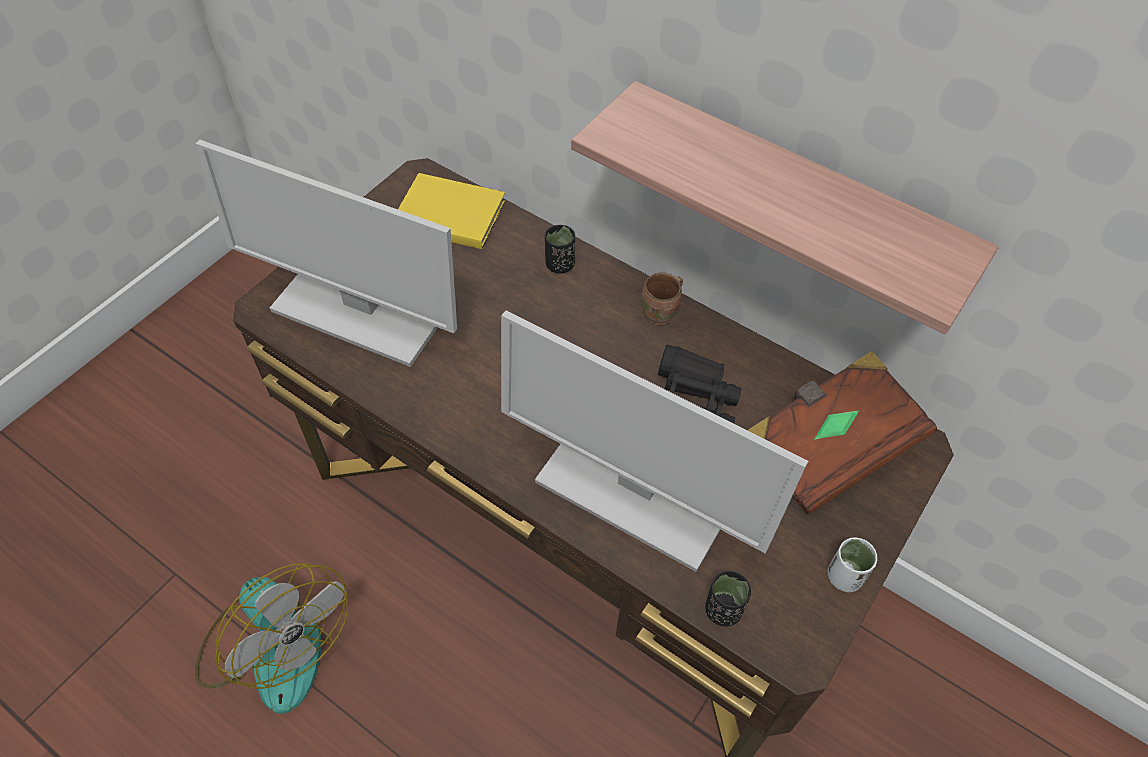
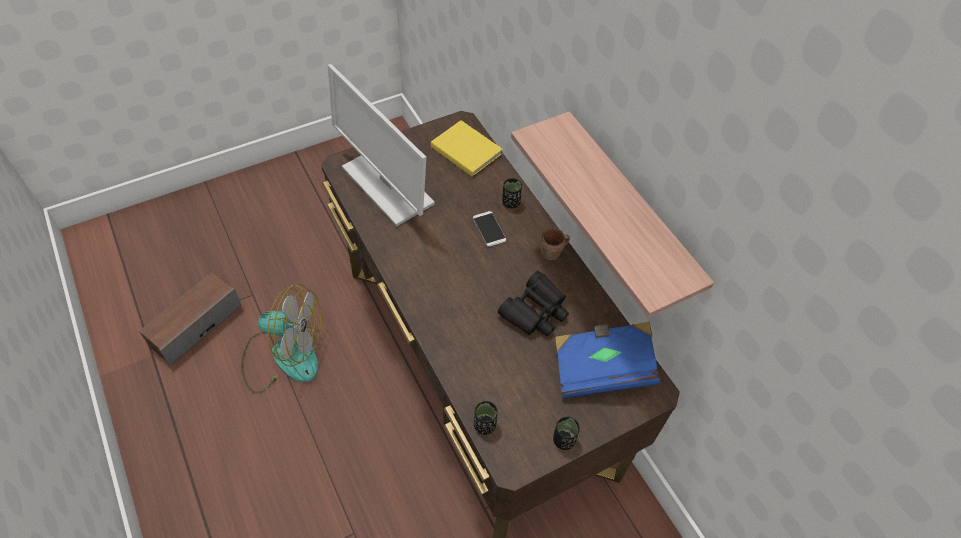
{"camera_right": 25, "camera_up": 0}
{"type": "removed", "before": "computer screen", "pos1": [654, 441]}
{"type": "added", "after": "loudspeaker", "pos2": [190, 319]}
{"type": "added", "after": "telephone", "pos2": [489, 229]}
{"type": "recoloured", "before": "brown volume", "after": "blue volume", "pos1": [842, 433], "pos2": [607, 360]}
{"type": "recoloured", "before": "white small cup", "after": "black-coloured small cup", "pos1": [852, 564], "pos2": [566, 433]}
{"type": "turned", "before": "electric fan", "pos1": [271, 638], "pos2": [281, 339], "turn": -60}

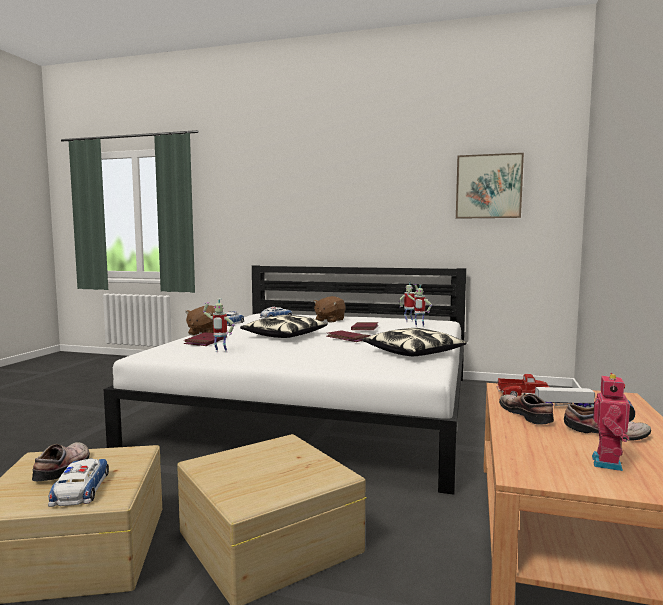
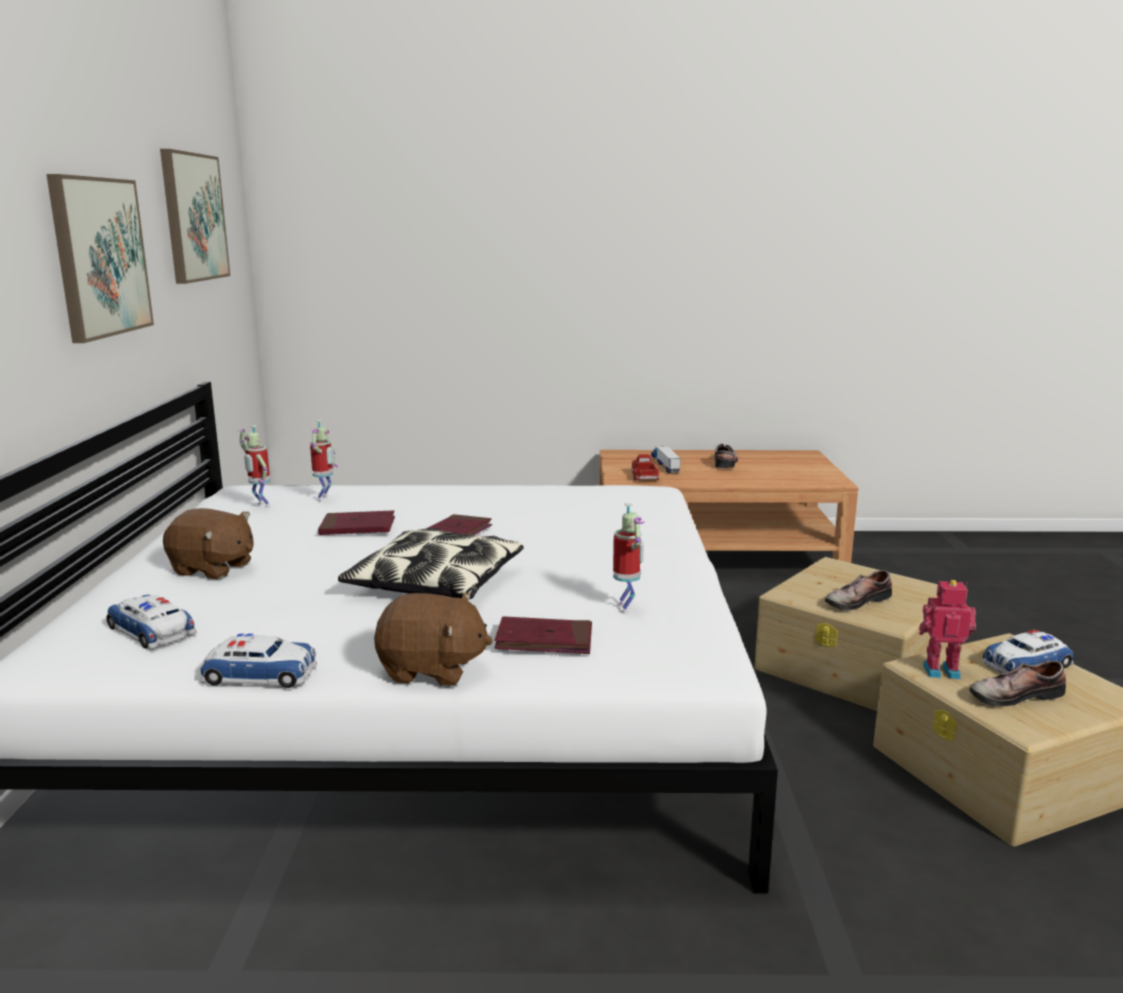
{"camera_right": -105, "camera_up": 10}
{"type": "removed", "before": "pillow", "pos1": [414, 342]}
{"type": "added", "after": "picture", "pos2": [100, 258]}
{"type": "moved", "before": "low shoe", "pos1": [526, 409], "pos2": [858, 590]}
{"type": "moved", "before": "toy robot", "pos1": [613, 422], "pos2": [947, 629]}

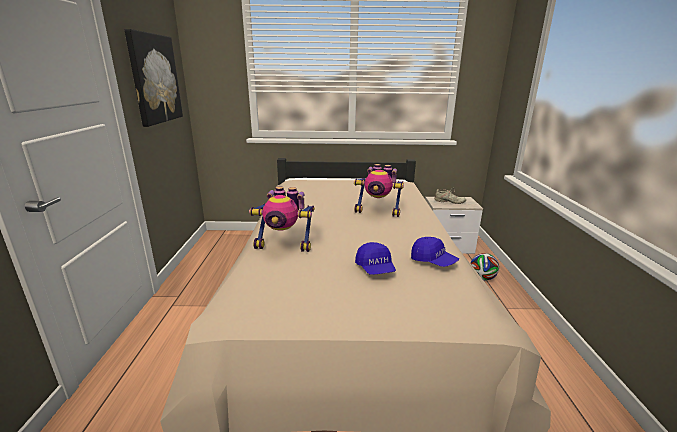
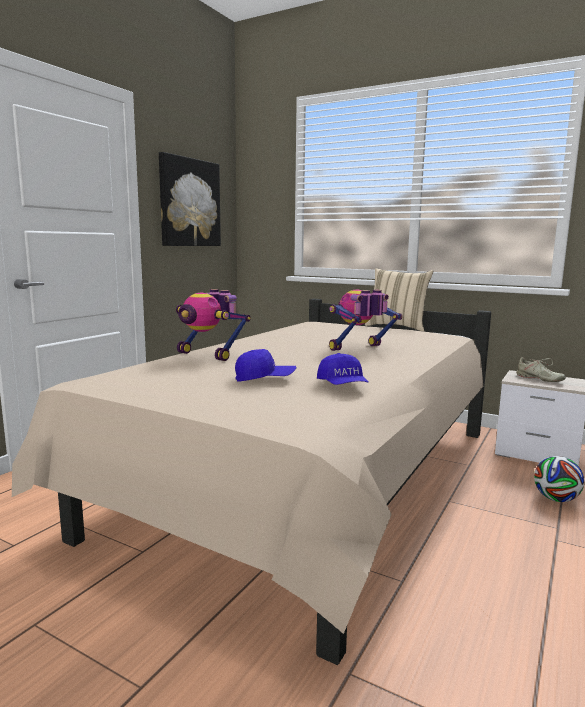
{"camera_right": 30, "camera_up": -10}
{"type": "added", "after": "beige pillow", "pos2": [399, 299]}
{"type": "turned", "before": "toy robot", "pos1": [379, 190], "pos2": [365, 320], "turn": 105}
{"type": "turned", "before": "blue baseball cap", "pos1": [375, 258], "pos2": [265, 365], "turn": -105}

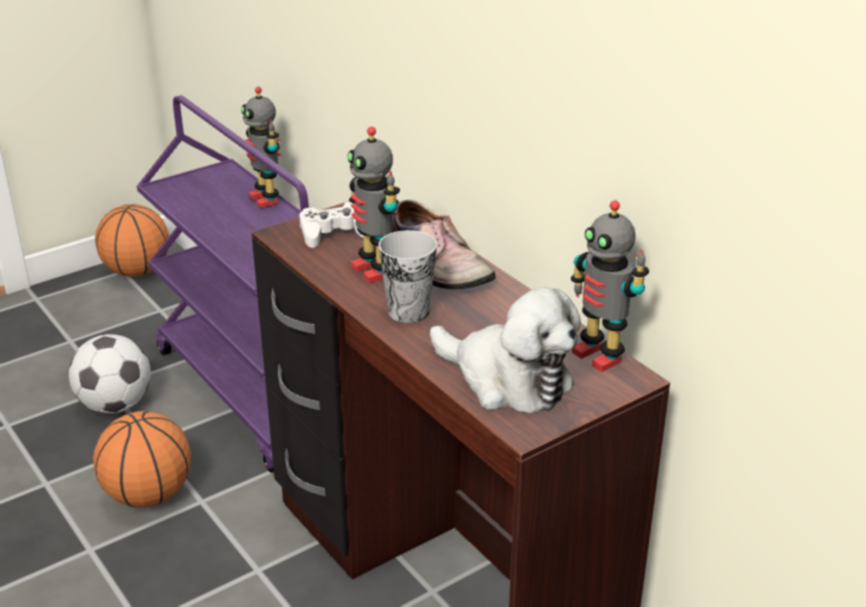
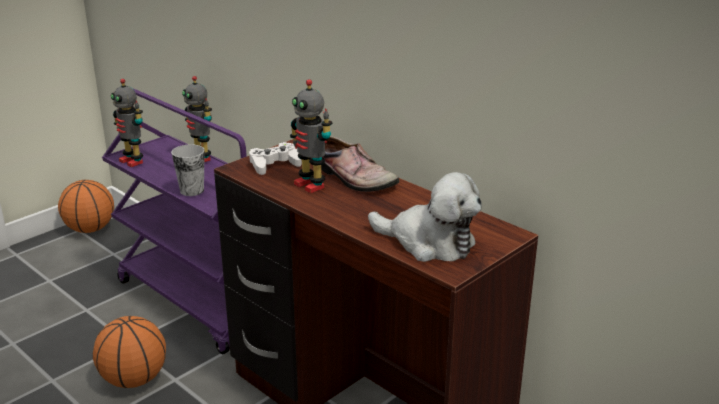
{"camera_right": -10, "camera_up": -5}
{"type": "removed", "before": "football", "pos1": [110, 373]}
{"type": "moved", "before": "small cup", "pos1": [408, 276], "pos2": [188, 170]}
{"type": "moved", "before": "toy robot", "pos1": [610, 286], "pos2": [127, 123]}

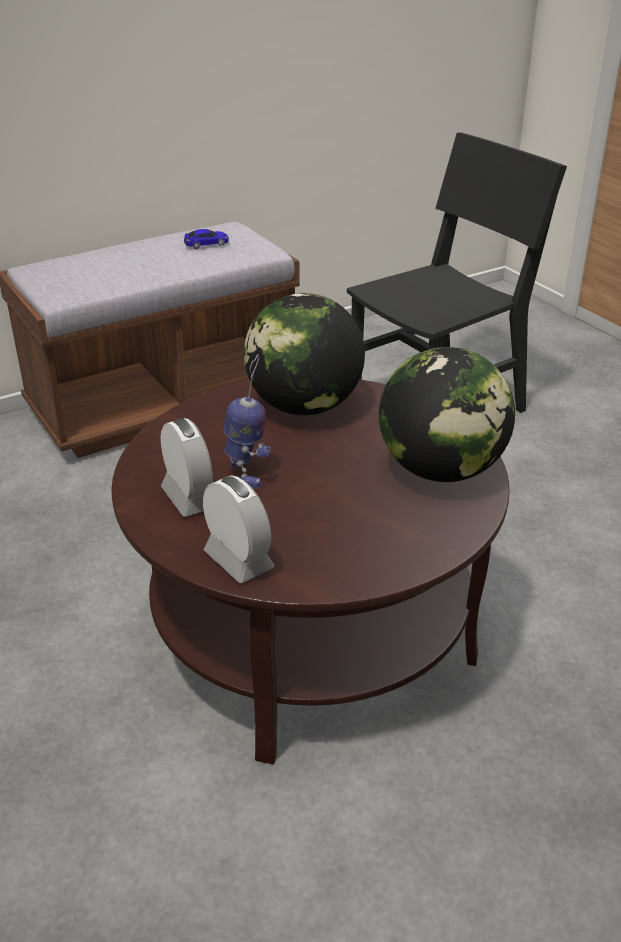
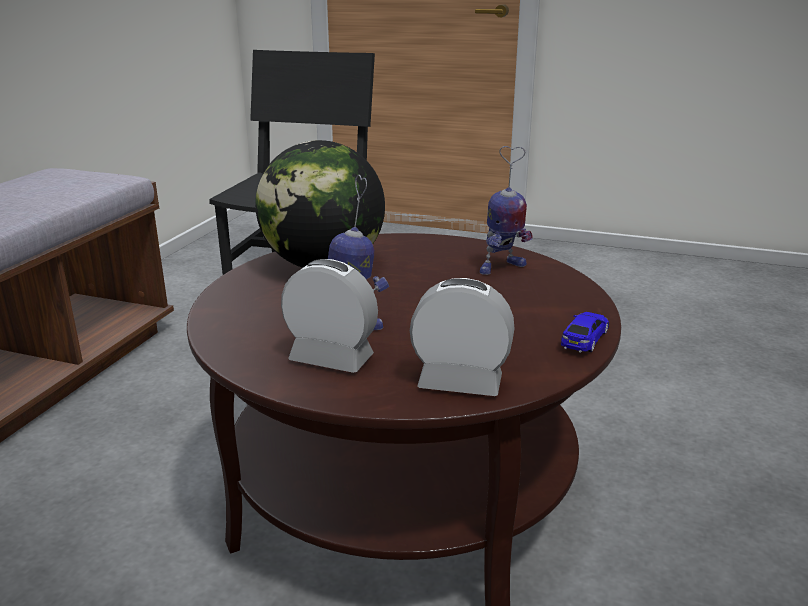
{"camera_right": -40, "camera_up": -10}
{"type": "moved", "before": "miniature car", "pos1": [206, 239], "pos2": [585, 332]}
{"type": "replaced", "before": "world globe", "after": "toy robot", "pos1": [447, 414], "pos2": [506, 210]}

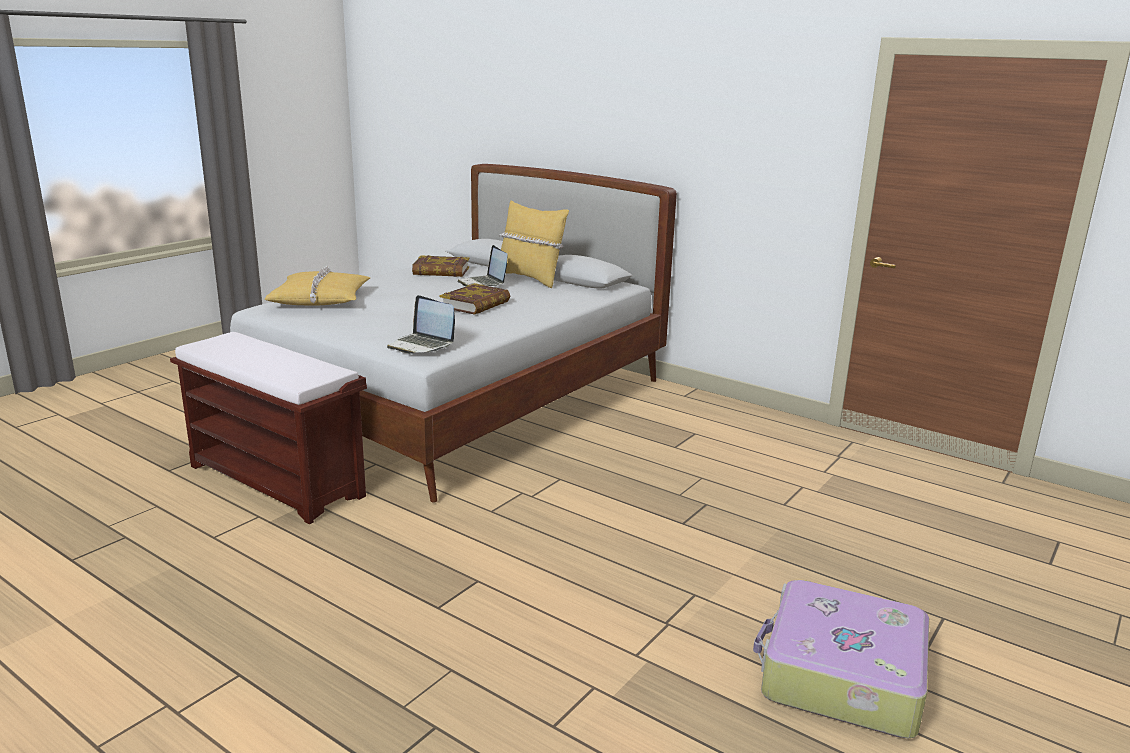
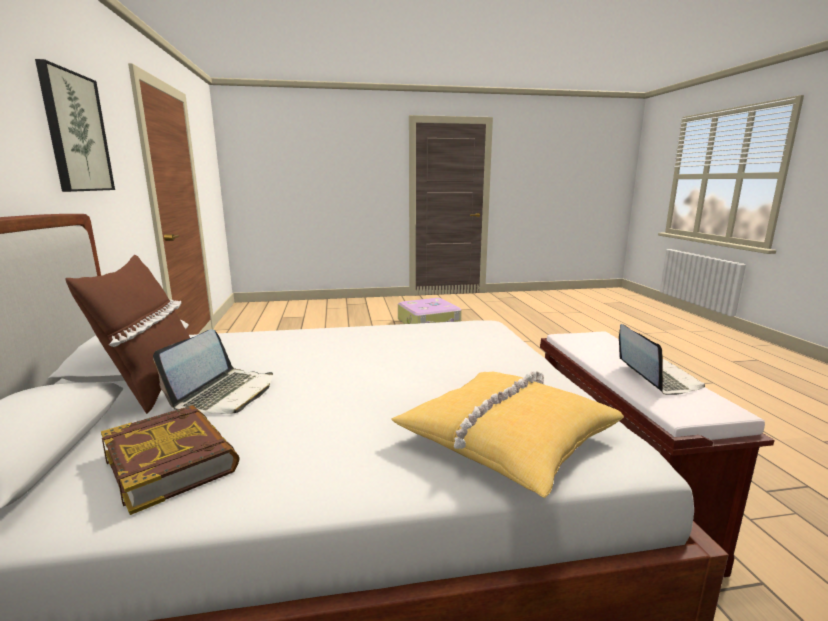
{"camera_right": -135, "camera_up": -5}
{"type": "removed", "before": "volume", "pos1": [475, 299]}
{"type": "added", "after": "picture", "pos2": [75, 125]}
{"type": "moved", "before": "laptop", "pos1": [421, 324], "pos2": [662, 359]}
{"type": "recoloured", "before": "yellowish pillow", "after": "brown pillow", "pos1": [534, 244], "pos2": [128, 334]}

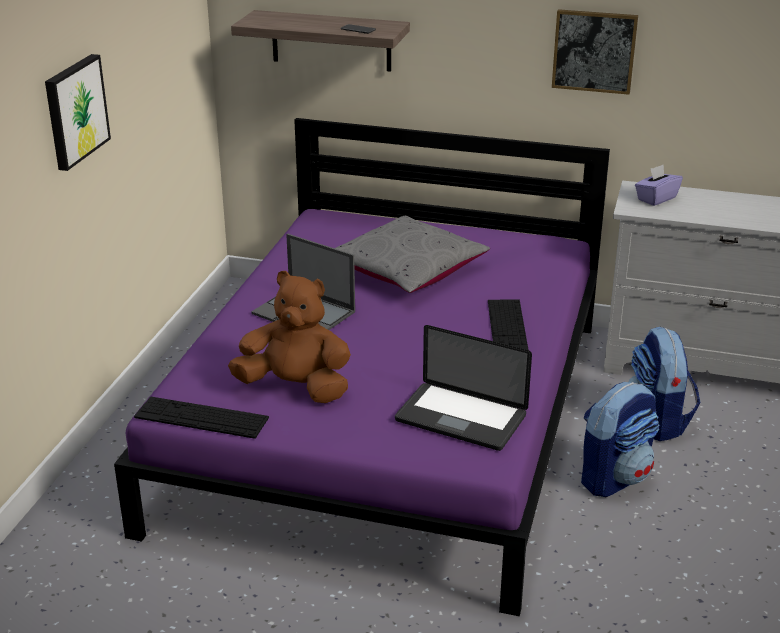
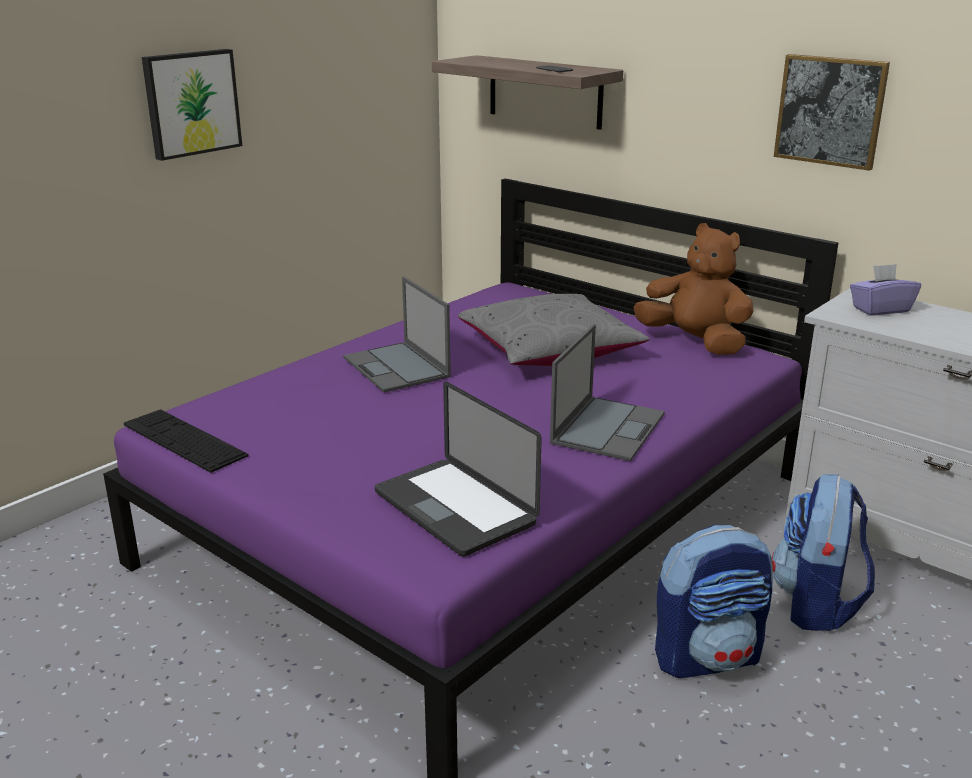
{"camera_right": 25, "camera_up": -5}
{"type": "moved", "before": "brown plush toy", "pos1": [289, 337], "pos2": [693, 289]}
{"type": "replaced", "before": "computer keyboard", "after": "laptop", "pos1": [508, 324], "pos2": [607, 392]}

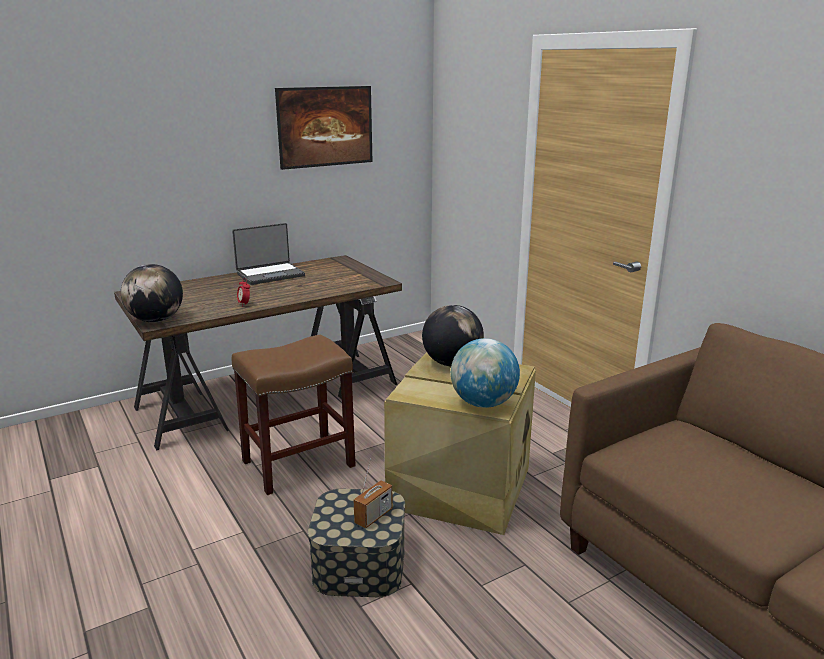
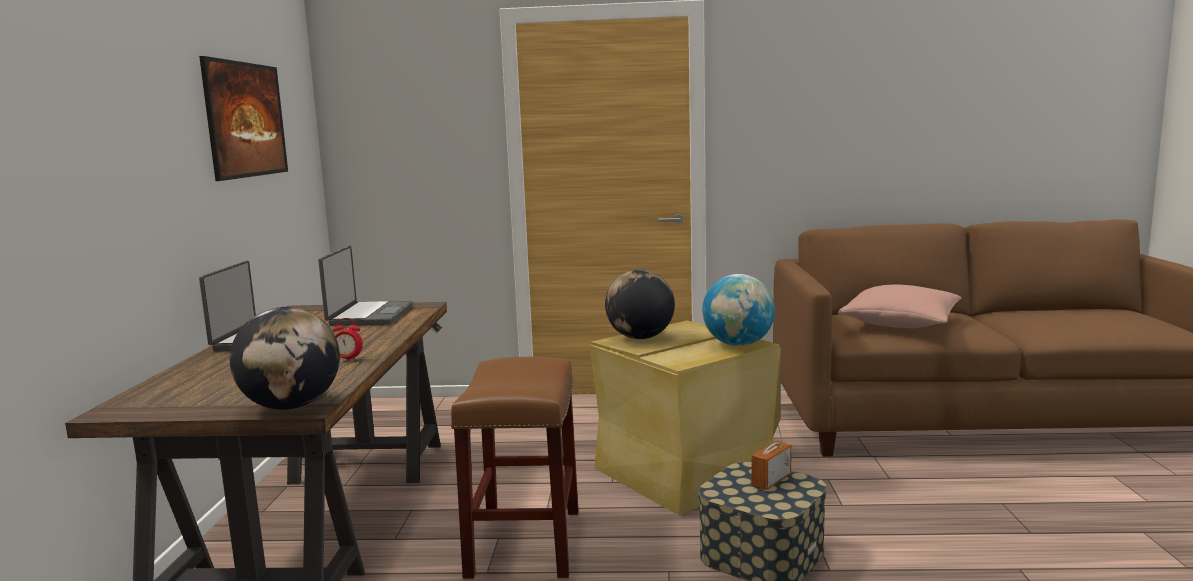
{"camera_right": -55, "camera_up": -10}
{"type": "added", "after": "laptop", "pos2": [365, 286]}
{"type": "added", "after": "pink-coloured pillow", "pos2": [900, 306]}
{"type": "turned", "before": "radio set", "pos1": [373, 493], "pos2": [771, 454], "turn": -120}

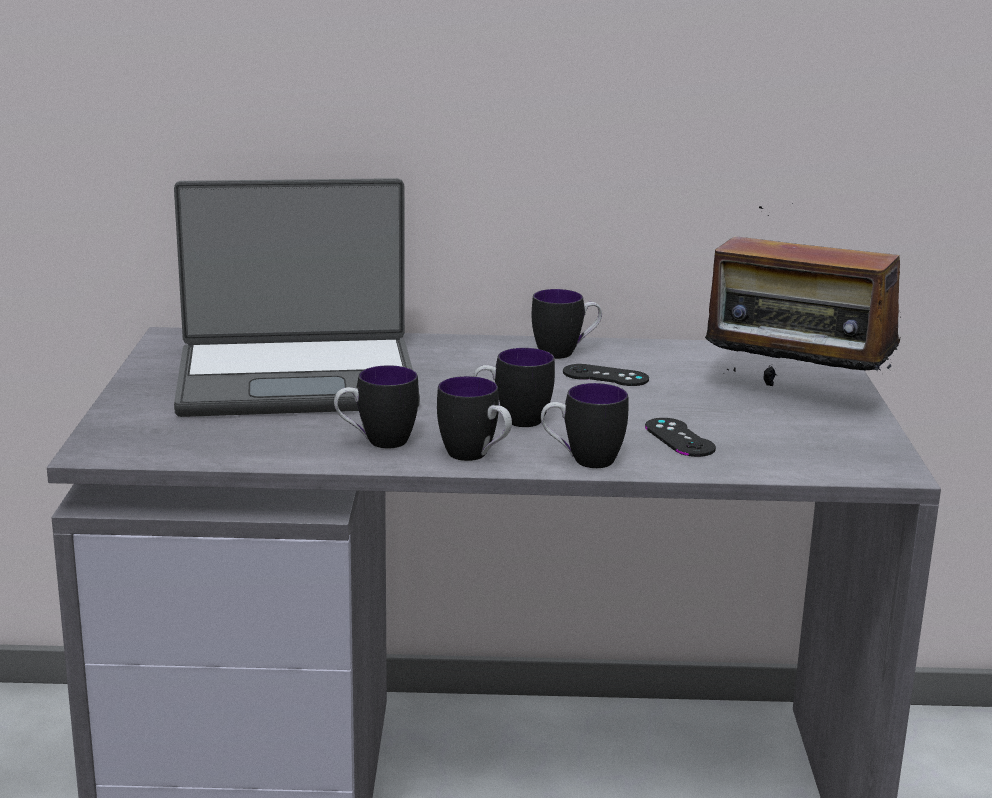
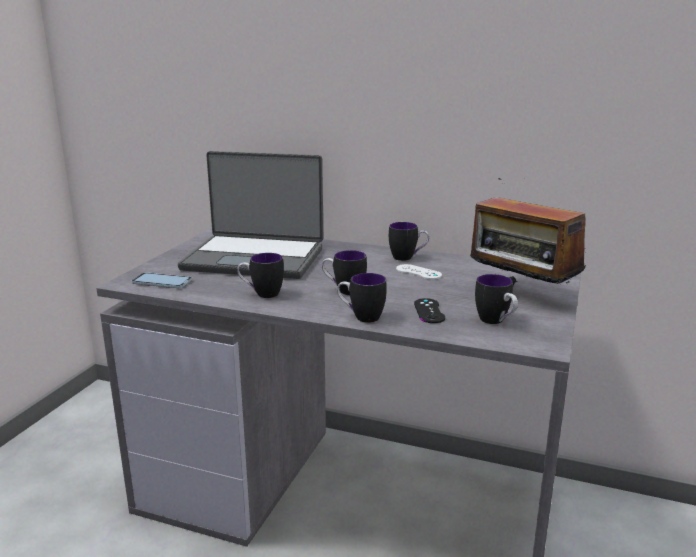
{"camera_right": 20, "camera_up": 0}
{"type": "added", "after": "telephone", "pos2": [161, 280]}
{"type": "moved", "before": "mug", "pos1": [474, 418], "pos2": [496, 299]}
{"type": "recoloured", "before": "black-coloured game controller", "after": "white game controller", "pos1": [606, 375], "pos2": [419, 272]}

